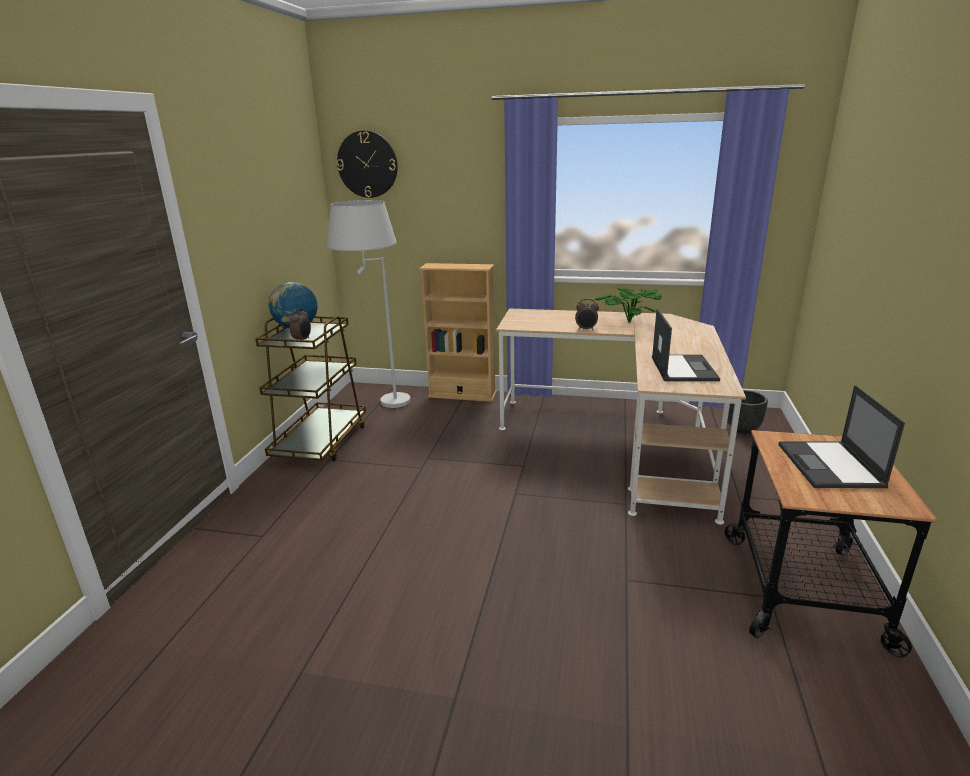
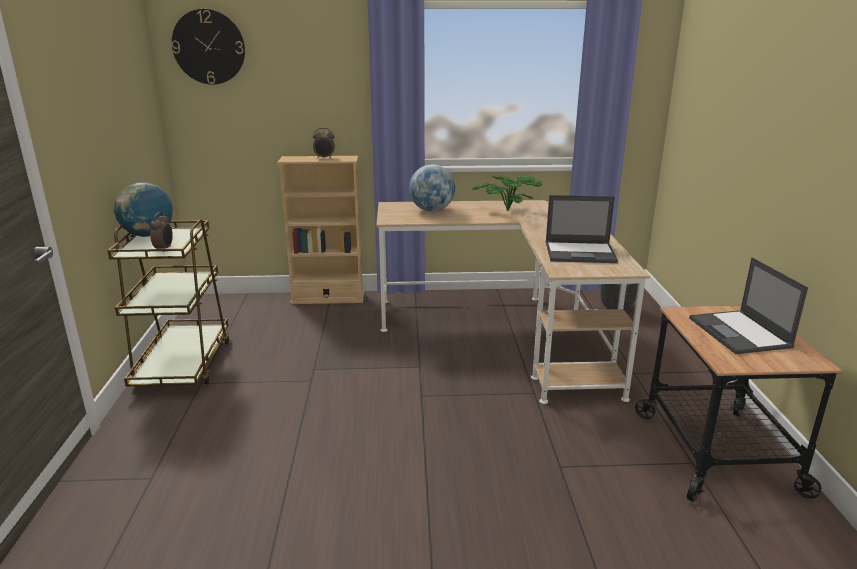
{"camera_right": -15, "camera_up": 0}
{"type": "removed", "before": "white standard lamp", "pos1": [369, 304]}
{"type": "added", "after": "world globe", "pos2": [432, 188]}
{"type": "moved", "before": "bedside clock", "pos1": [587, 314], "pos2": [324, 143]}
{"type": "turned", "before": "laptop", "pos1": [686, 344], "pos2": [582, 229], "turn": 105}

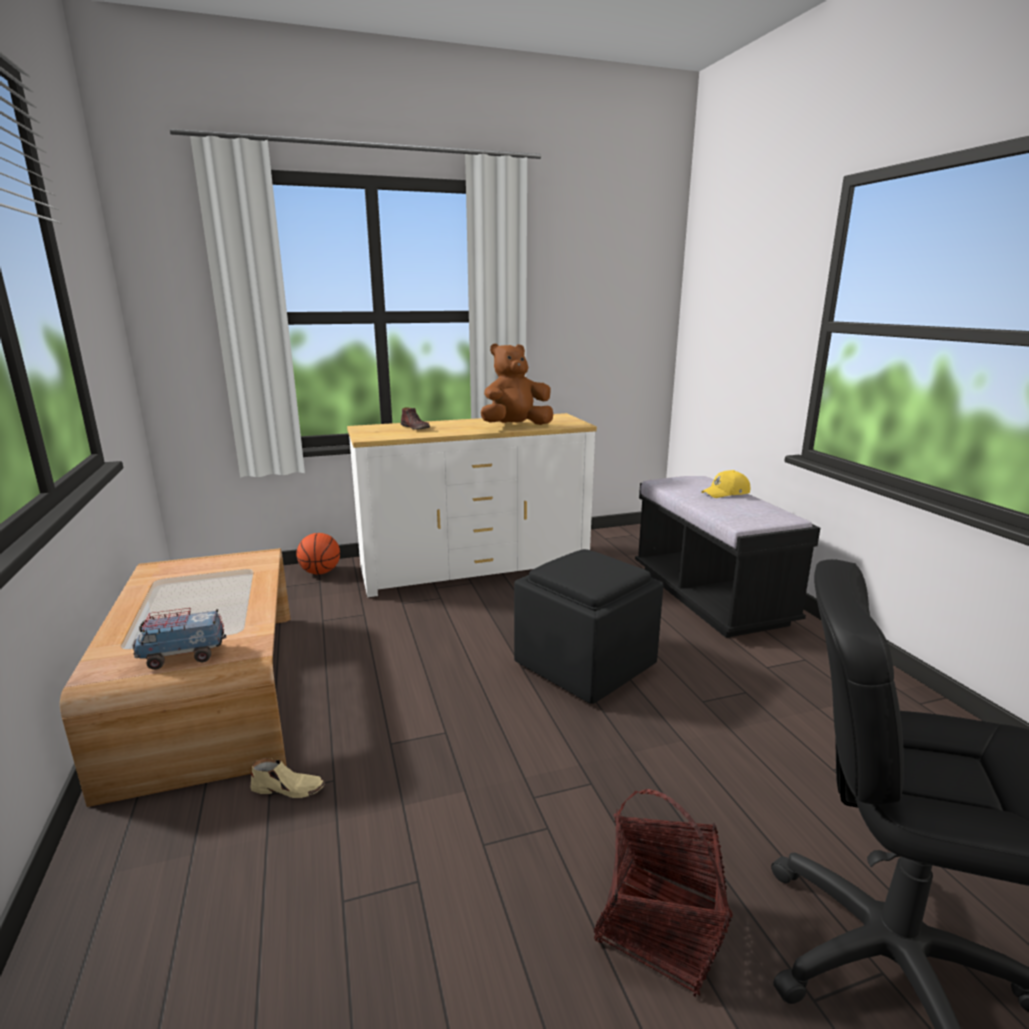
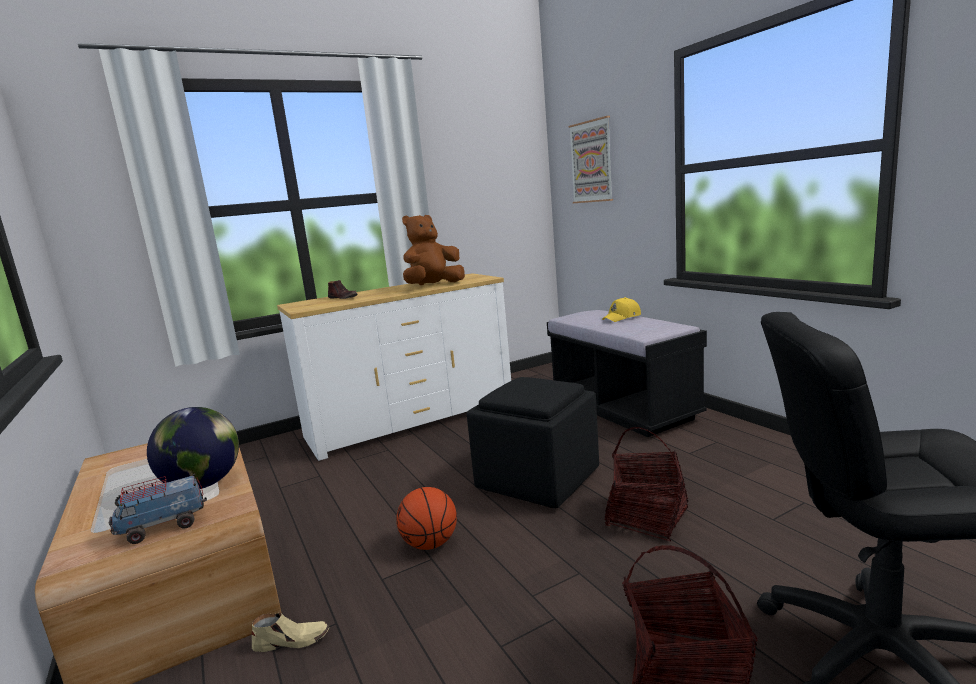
{"camera_right": -10, "camera_up": -5}
{"type": "added", "after": "world globe", "pos2": [193, 448]}
{"type": "added", "after": "picture", "pos2": [590, 159]}
{"type": "added", "after": "household basket", "pos2": [647, 484]}
{"type": "moved", "before": "ball for basketball", "pos1": [318, 554], "pos2": [426, 518]}

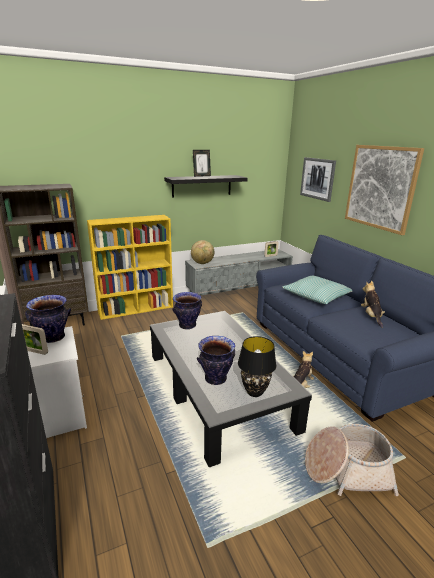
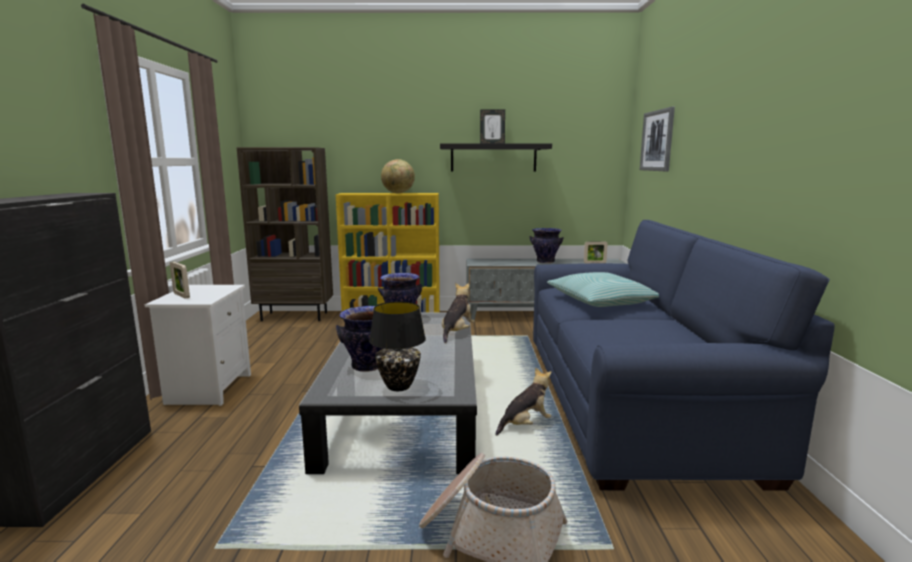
{"camera_right": 25, "camera_up": -10}
{"type": "removed", "before": "picture", "pos1": [384, 190]}
{"type": "moved", "before": "decorative vase", "pos1": [48, 319], "pos2": [547, 245]}
{"type": "moved", "before": "world globe", "pos1": [202, 252], "pos2": [398, 176]}
{"type": "moved", "before": "plush toy", "pos1": [373, 304], "pos2": [458, 313]}

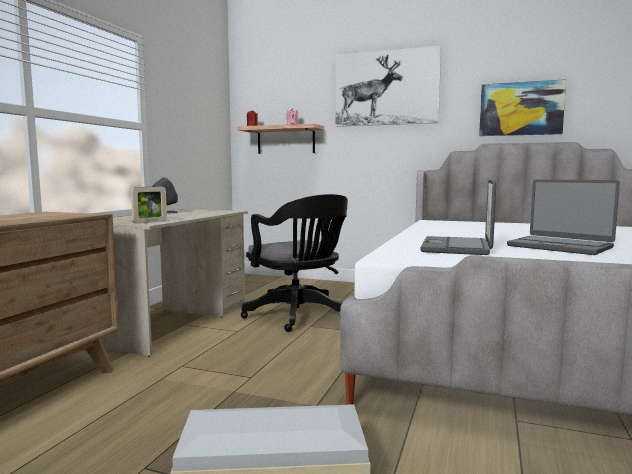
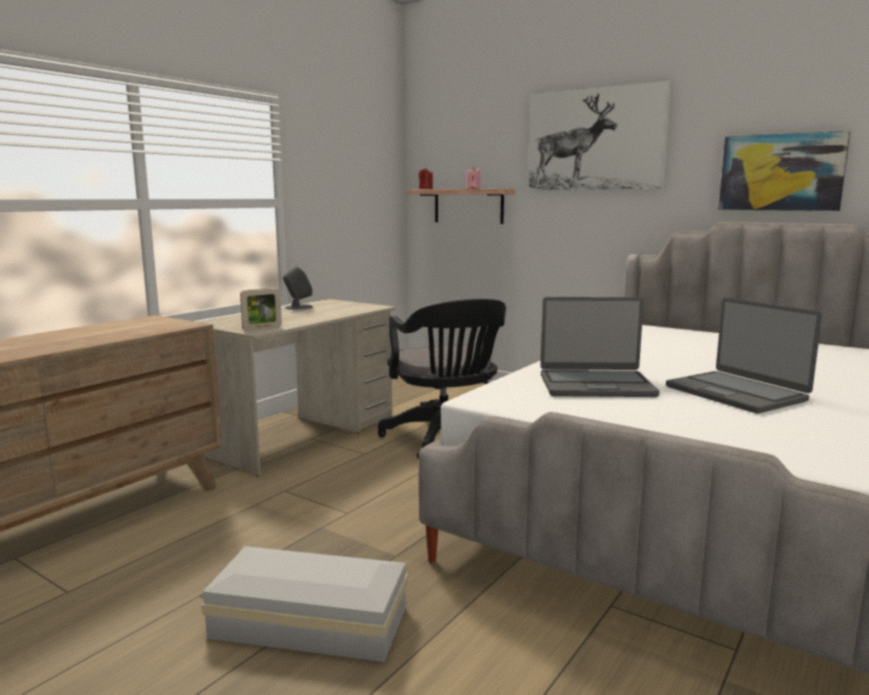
{"camera_right": 15, "camera_up": 5}
{"type": "turned", "before": "laptop", "pos1": [458, 217], "pos2": [599, 347], "turn": -120}

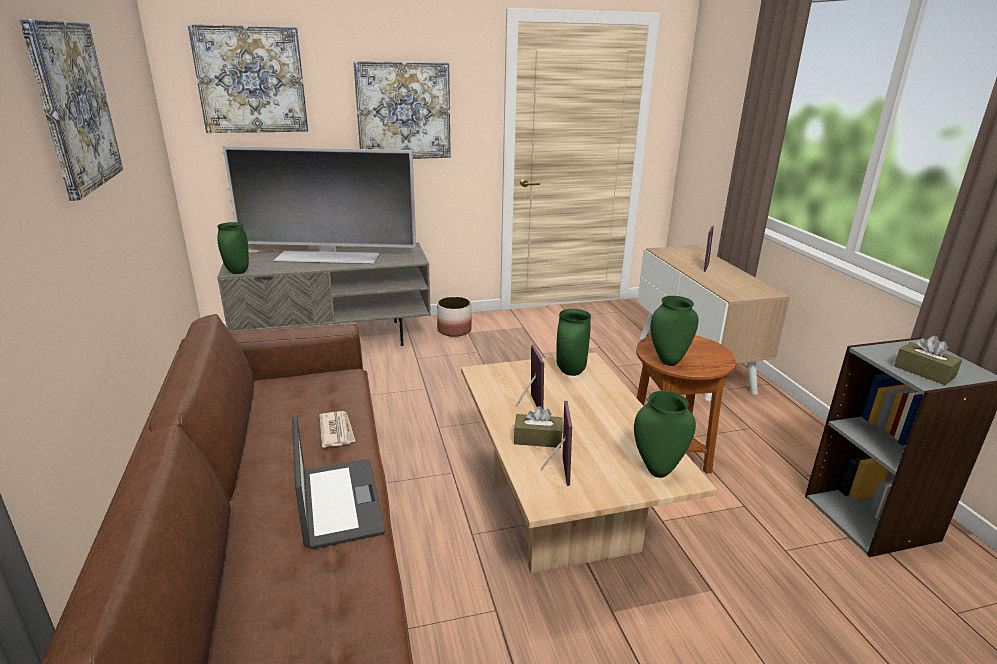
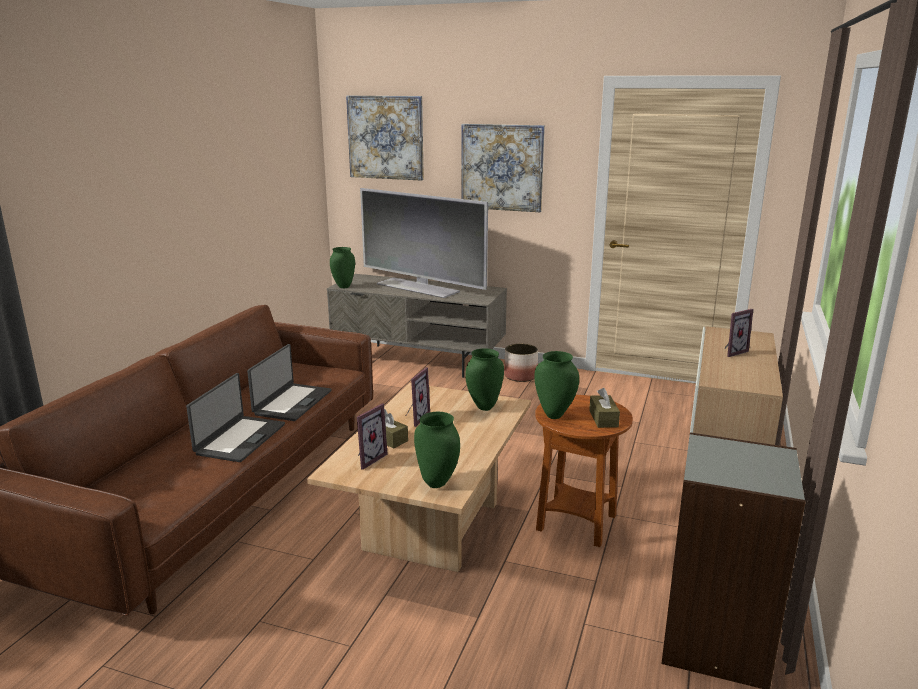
{"camera_right": 35, "camera_up": -5}
{"type": "removed", "before": "picture", "pos1": [71, 110]}
{"type": "moved", "before": "brown box of tissues", "pos1": [928, 360], "pos2": [604, 408]}
{"type": "replaced", "before": "daily paper", "after": "laptop", "pos1": [337, 429], "pos2": [289, 382]}

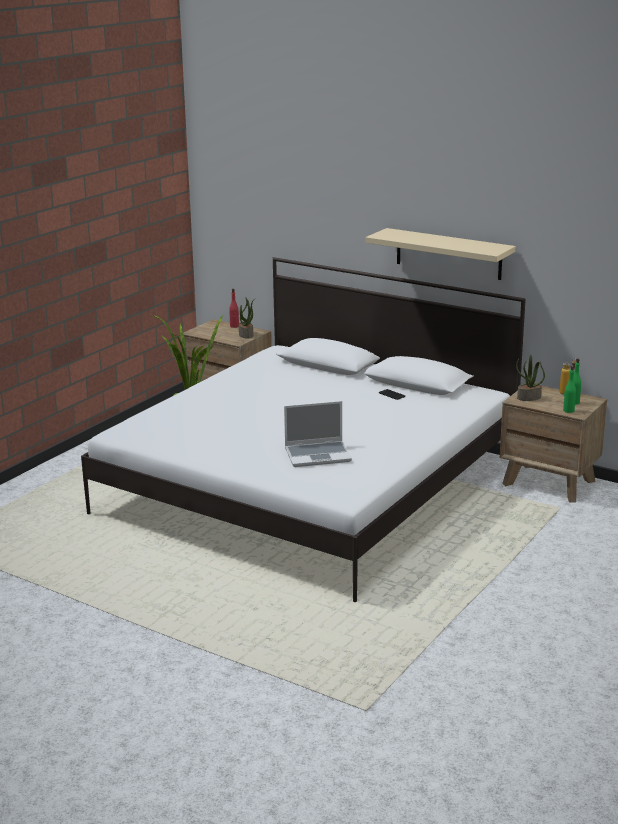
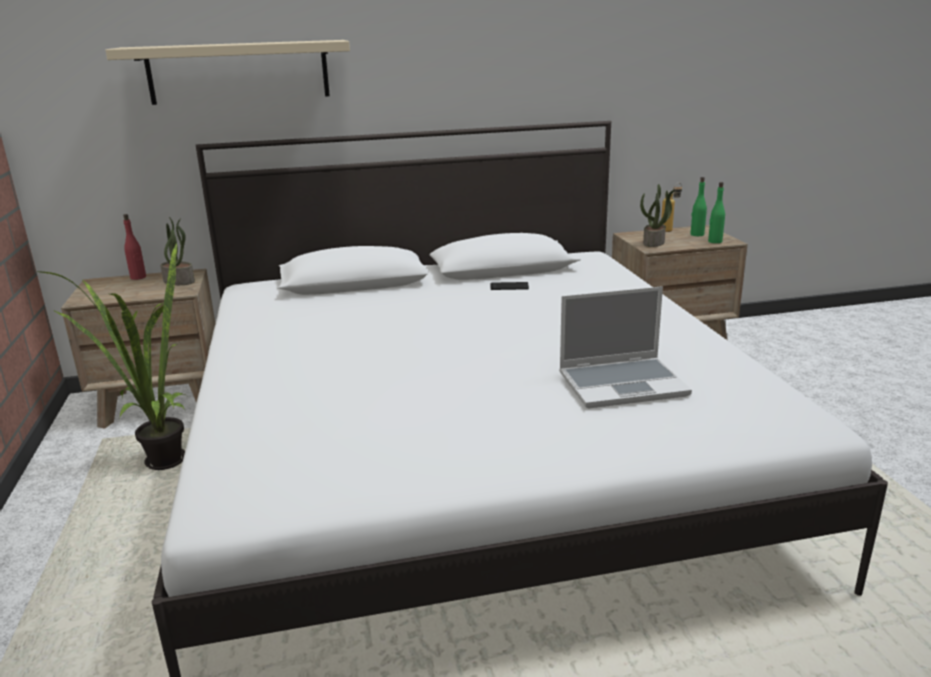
{"camera_right": -45, "camera_up": 0}
{"type": "moved", "before": "beige shelf", "pos1": [440, 254], "pos2": [228, 72]}
{"type": "turned", "before": "laptop", "pos1": [318, 434], "pos2": [625, 347], "turn": 45}

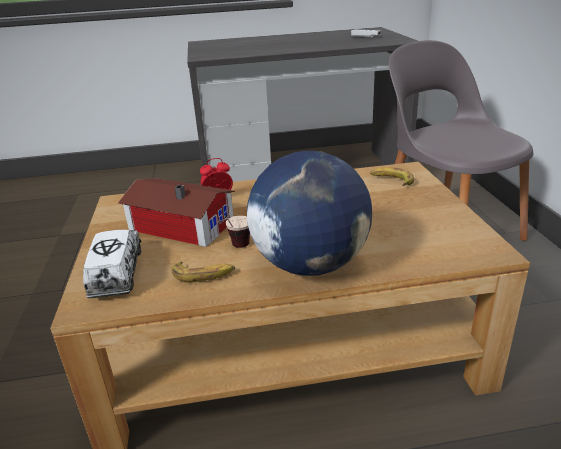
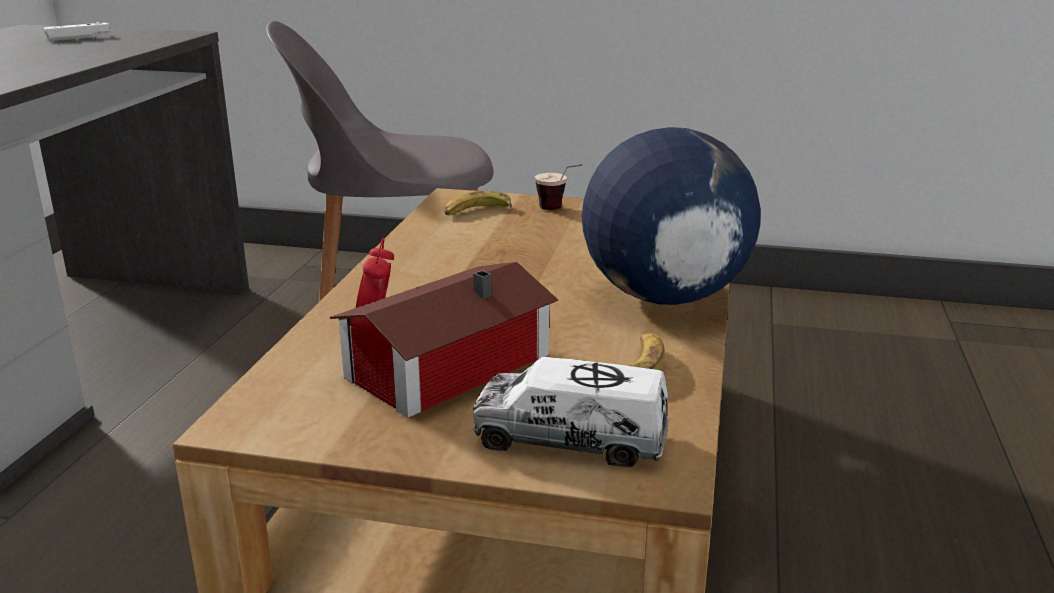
{"camera_right": -70, "camera_up": -5}
{"type": "moved", "before": "small cup", "pos1": [234, 232], "pos2": [558, 187]}

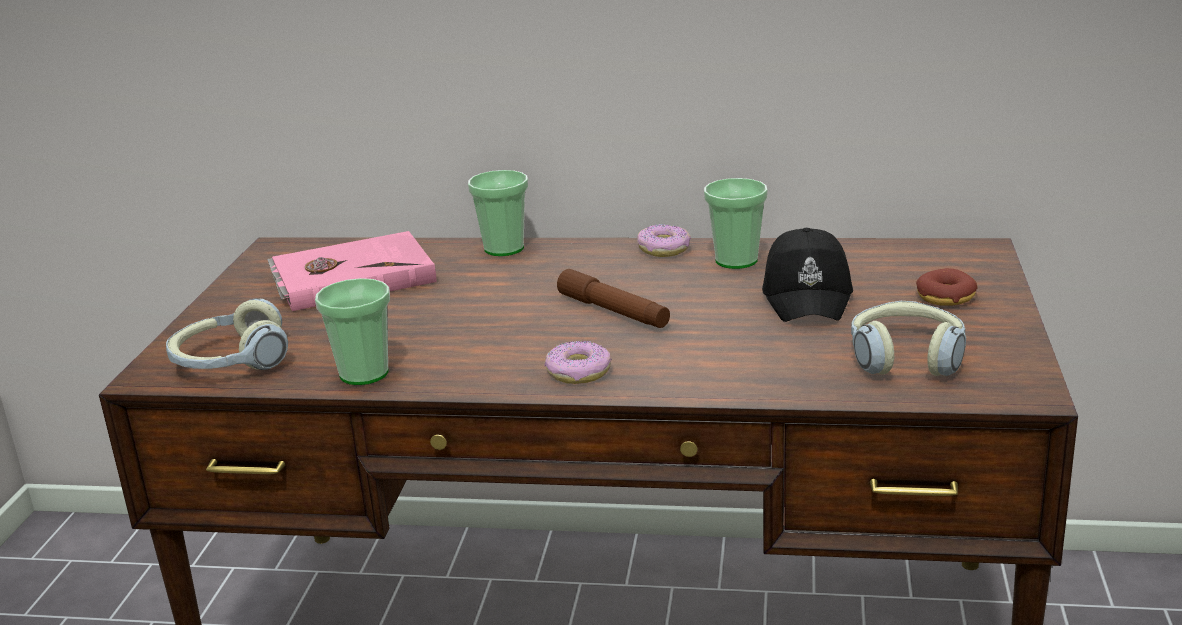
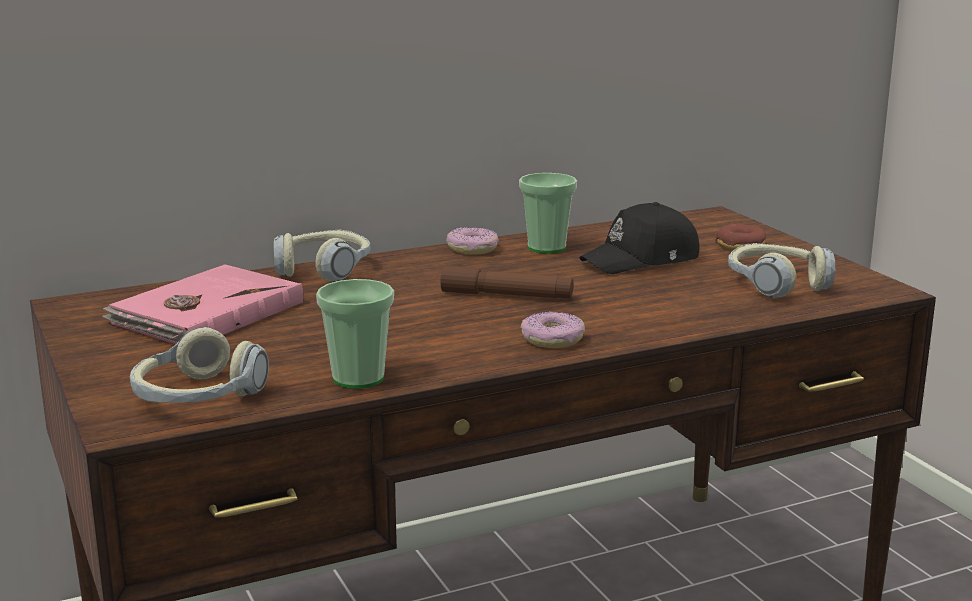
{"camera_right": -35, "camera_up": -5}
{"type": "replaced", "before": "small cup", "after": "headset", "pos1": [498, 213], "pos2": [322, 255]}
{"type": "turned", "before": "black-coloured baseball cap", "pos1": [807, 275], "pos2": [639, 238], "turn": 90}

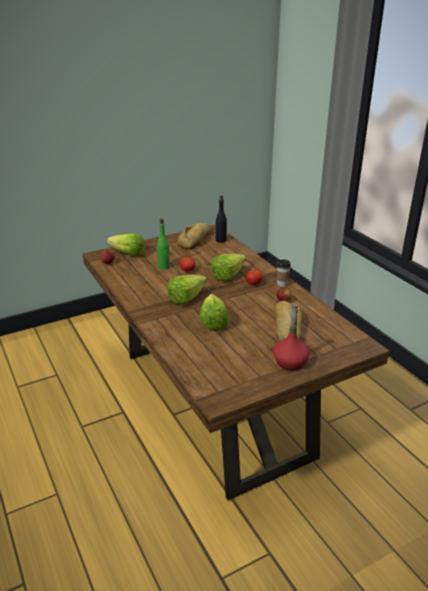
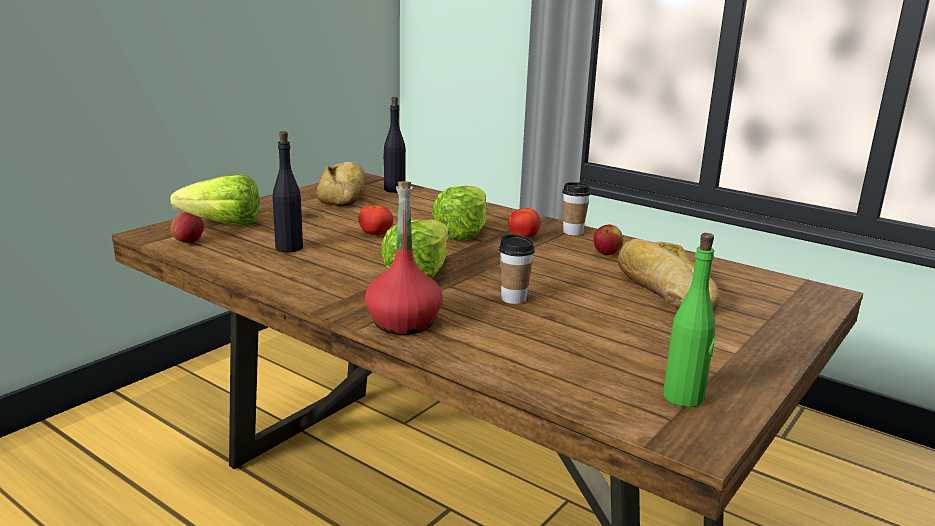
{"camera_right": -25, "camera_up": -10}
{"type": "added", "after": "black-coloured bottle", "pos2": [288, 192]}
{"type": "moved", "before": "greenish bottle", "pos1": [163, 244], "pos2": [689, 320]}
{"type": "moved", "before": "reddish bottle", "pos1": [291, 337], "pos2": [404, 258]}
{"type": "replaced", "before": "head of lettuce", "after": "small cup", "pos1": [214, 312], "pos2": [517, 269]}

